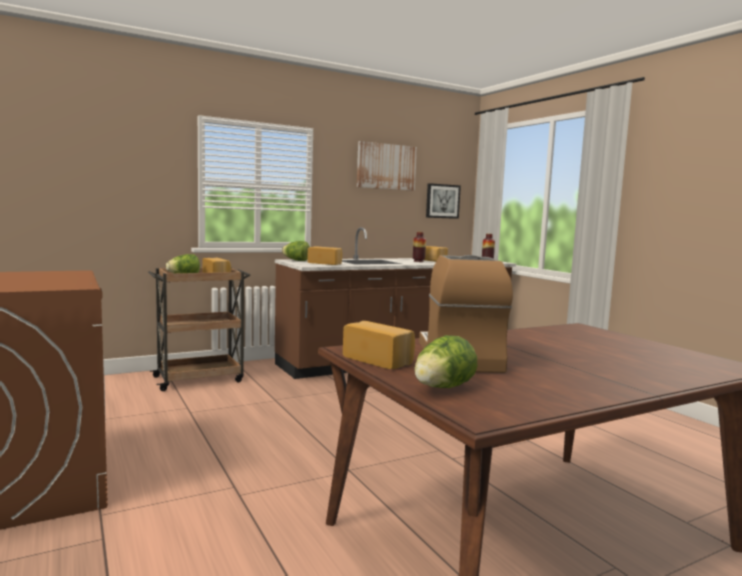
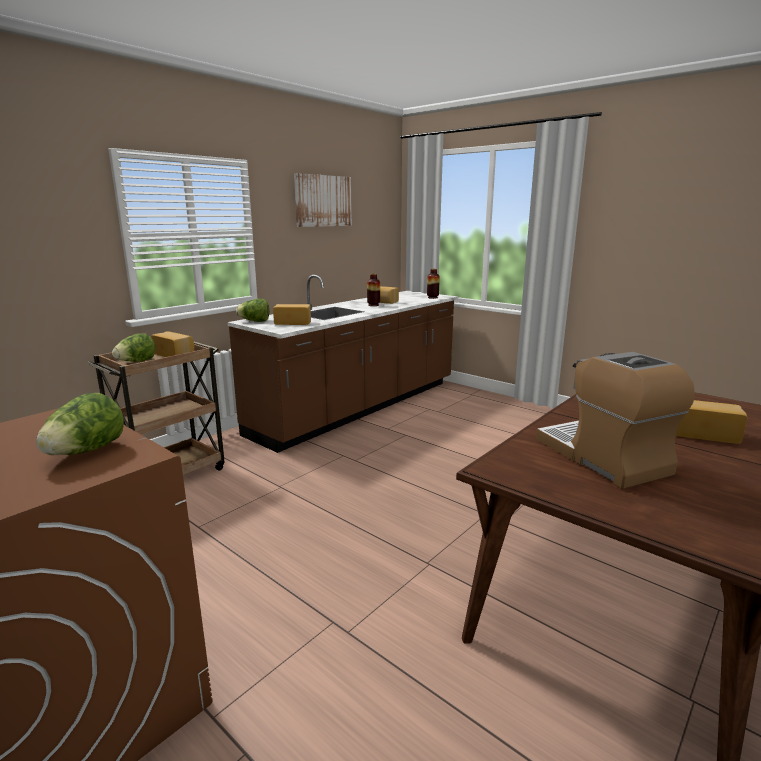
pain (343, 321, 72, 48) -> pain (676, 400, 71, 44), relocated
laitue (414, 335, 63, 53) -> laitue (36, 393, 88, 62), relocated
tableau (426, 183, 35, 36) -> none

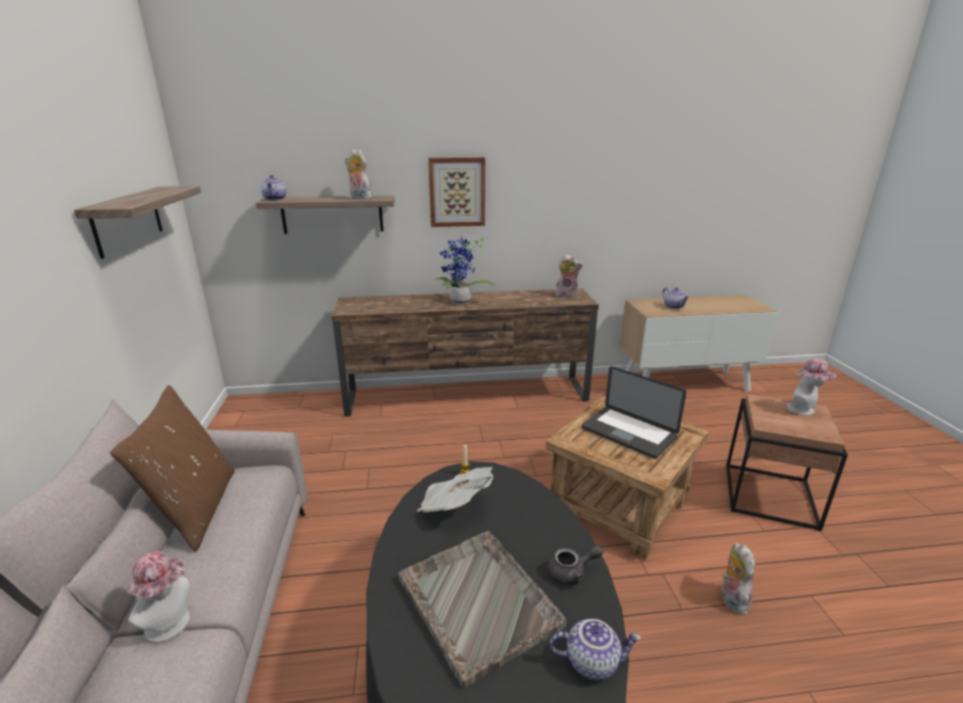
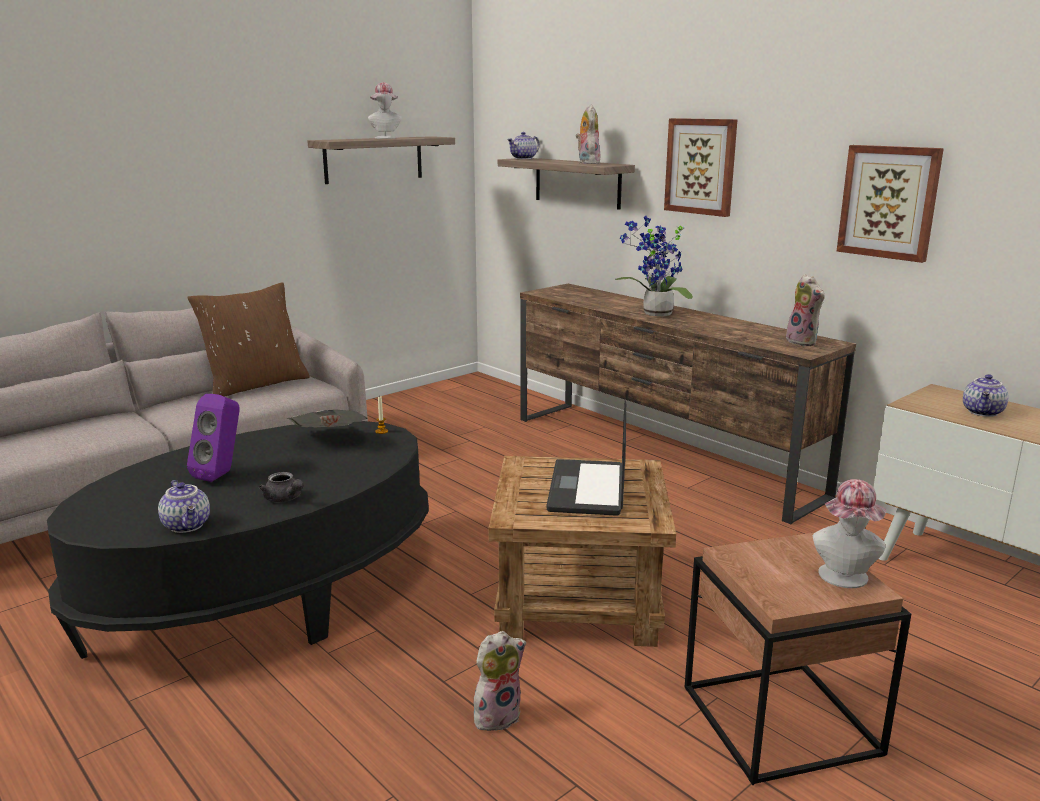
chapeau (127, 551, 63, 92) -> chapeau (368, 83, 34, 56), relocated
plateau [gris] (398, 531, 169, 157) -> enceinte [violet] (187, 394, 53, 88)
none -> tableau (837, 145, 107, 118)

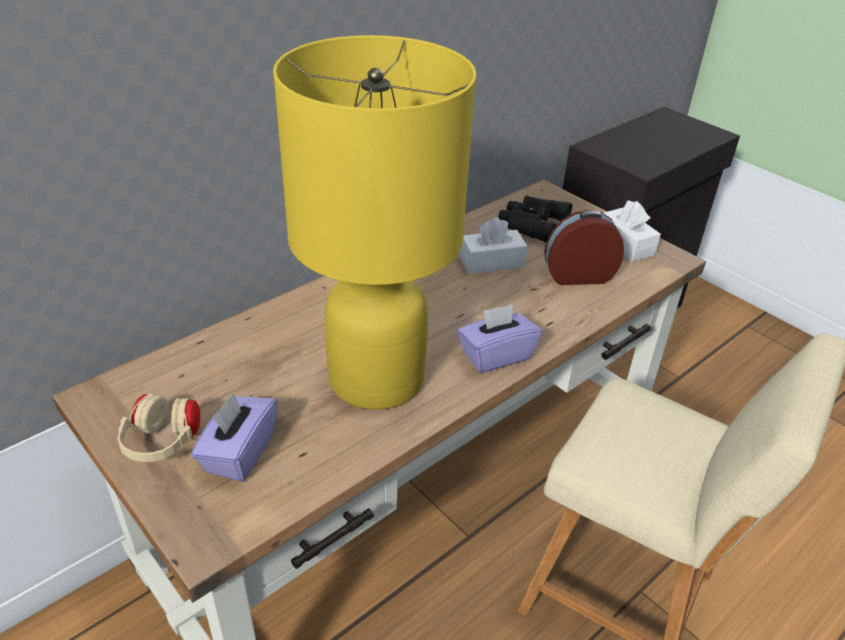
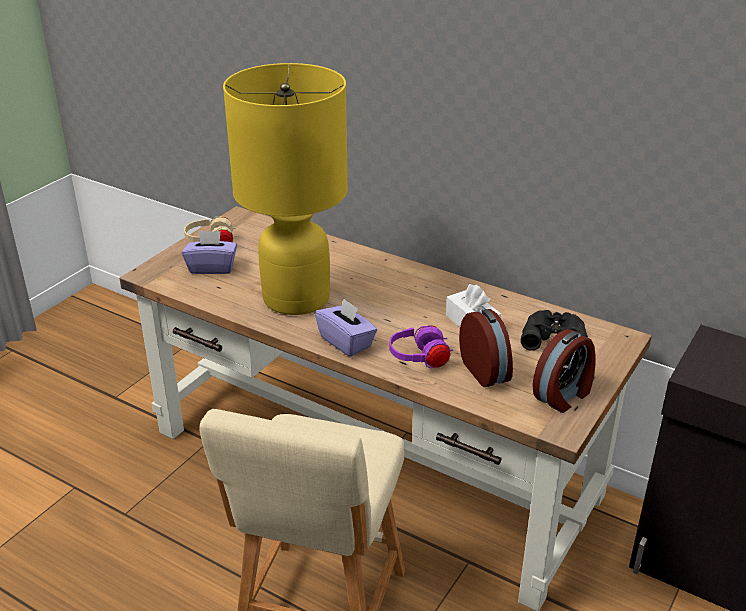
boîte à mouchoirs [blanc] (604, 201, 57, 61) -> réveil (532, 329, 64, 84)
none -> casque audio [violet] (389, 325, 64, 43)

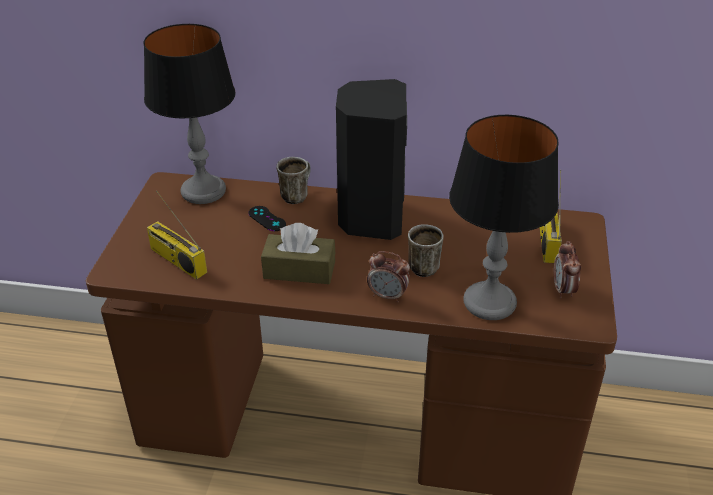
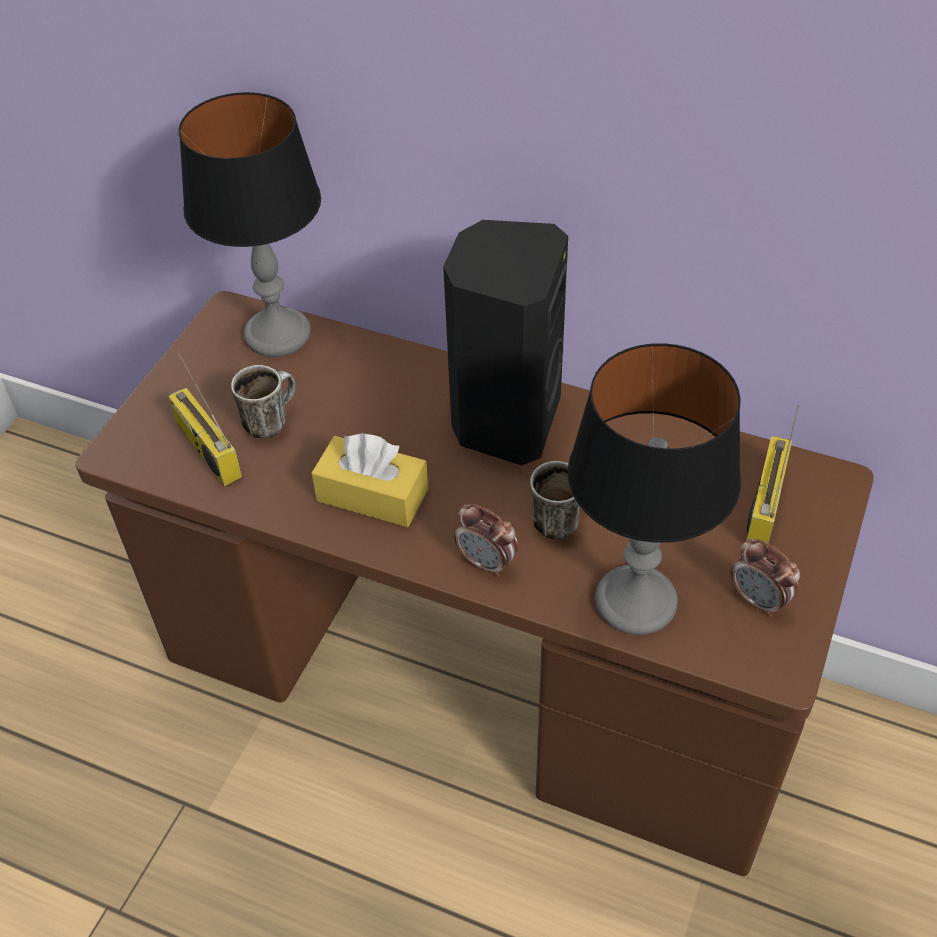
manette [noir] (248, 206, 38, 25) -> none
boîte à mouchoirs [marron] (261, 223, 74, 61) -> boîte à mouchoirs [jaune] (312, 433, 116, 94)
mug (276, 157, 35, 47) -> mug (231, 365, 64, 74), relocated
réveil (554, 241, 27, 58) -> réveil (731, 539, 69, 78), 60 degrees counterclockwise

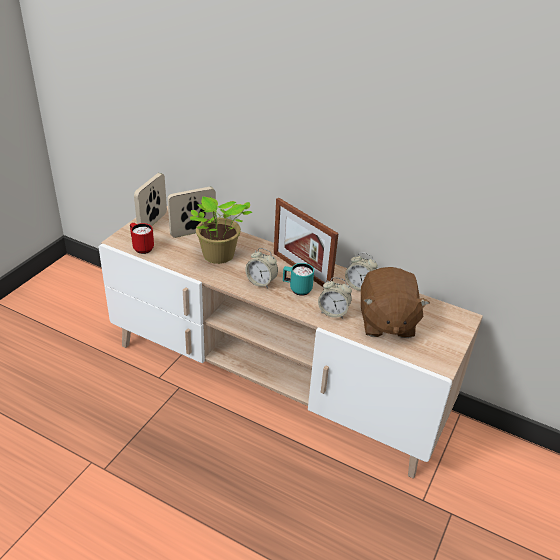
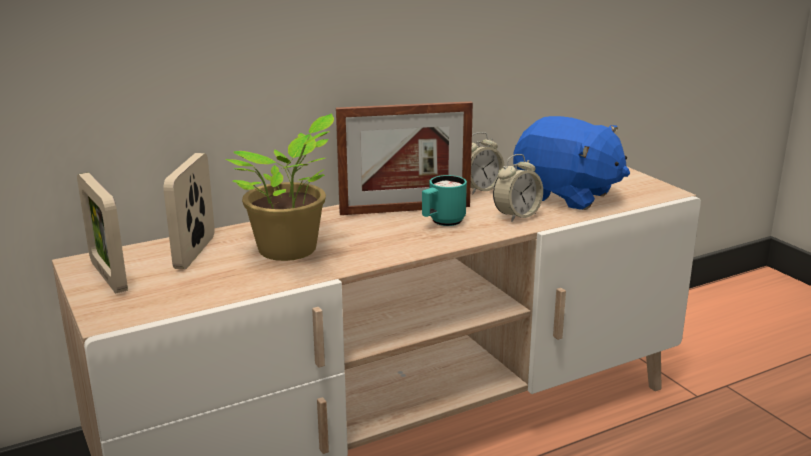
mug [rouge] (130, 223, 24, 31) -> none
réveil (245, 248, 33, 40) -> none
peluche [marron] (361, 267, 69, 71) -> peluche [bleu] (513, 116, 117, 94)

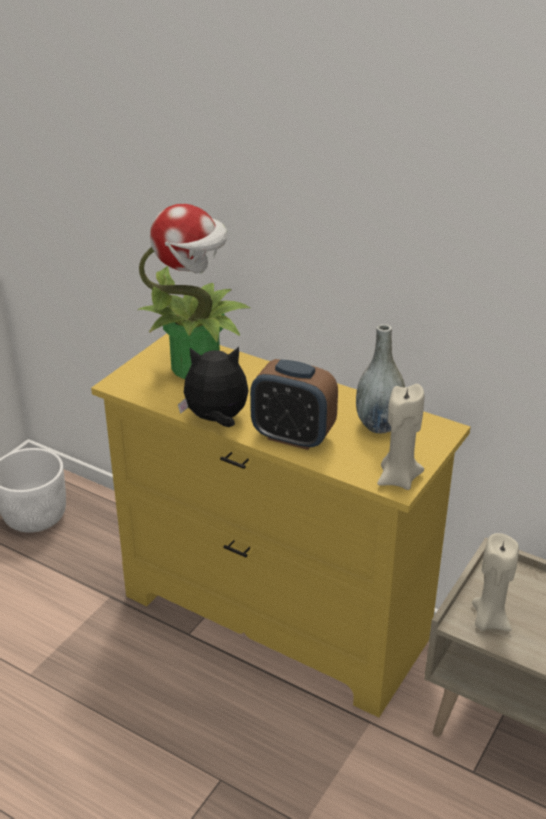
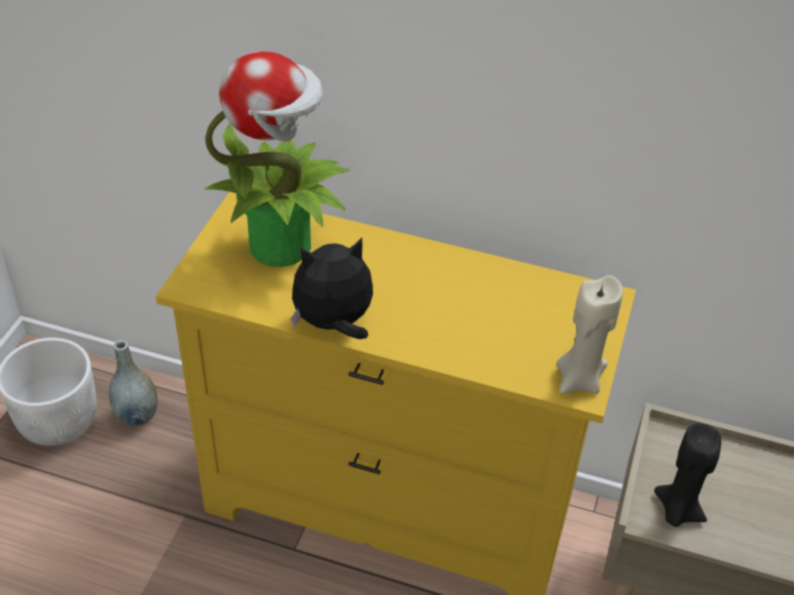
réveil (250, 359, 88, 91) -> none
vase [gris] (356, 324, 49, 109) -> vase [gris] (109, 340, 49, 86), relocated
bougie [beige] (472, 533, 47, 98) -> bougie [noir] (654, 423, 67, 104)

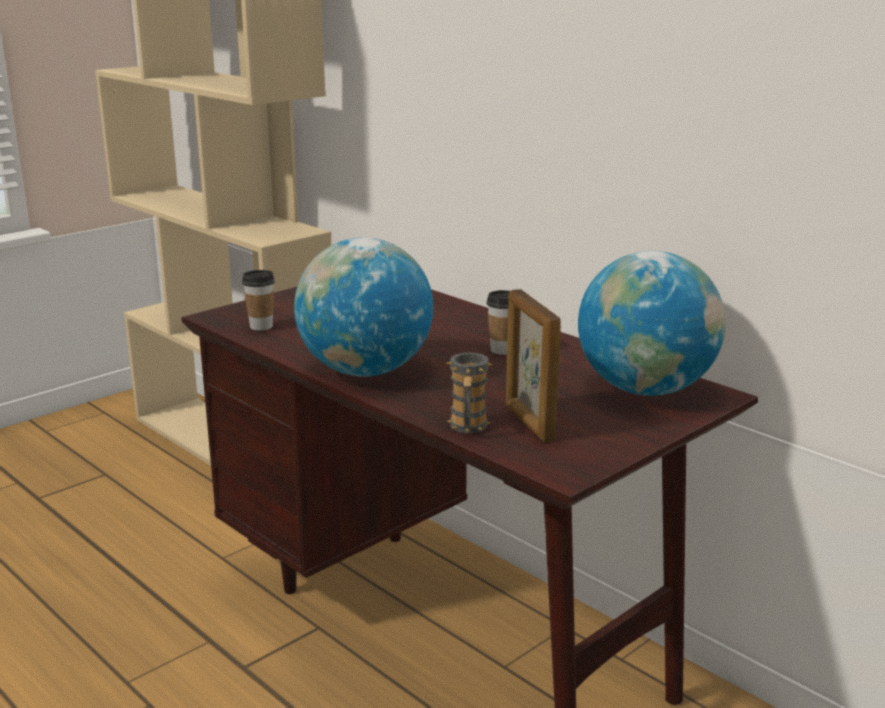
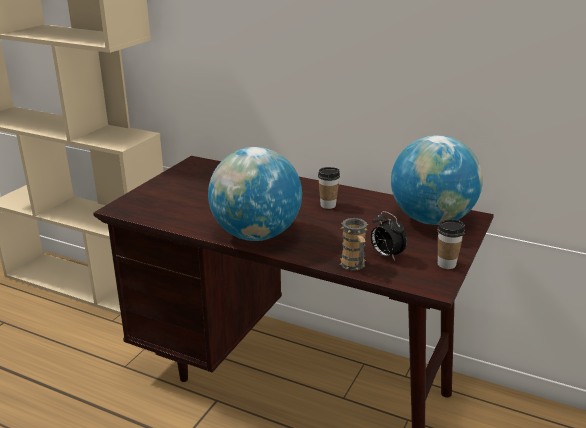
tasse (242, 270, 33, 61) -> tasse (438, 220, 27, 49), relocated
cadre photo (506, 289, 55, 153) -> réveil (371, 211, 36, 50)

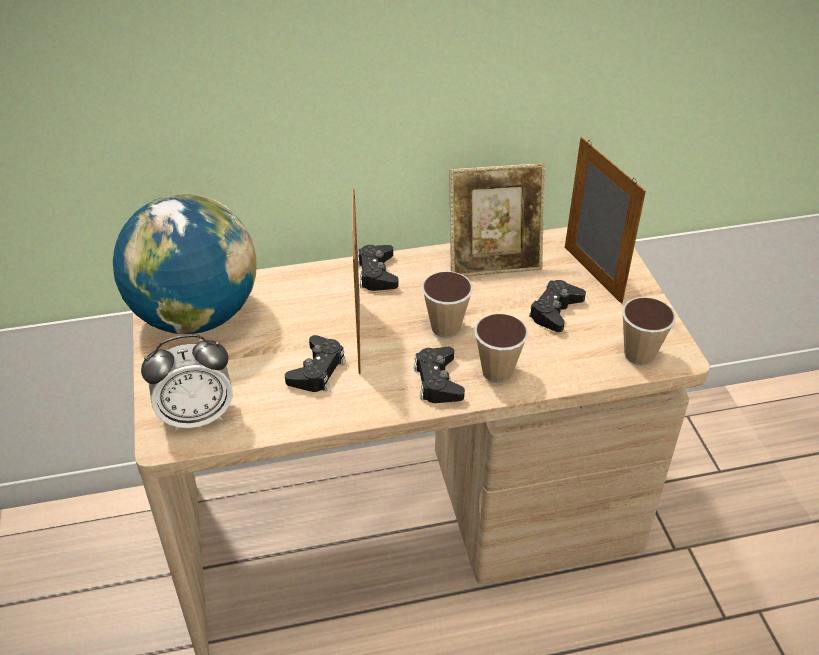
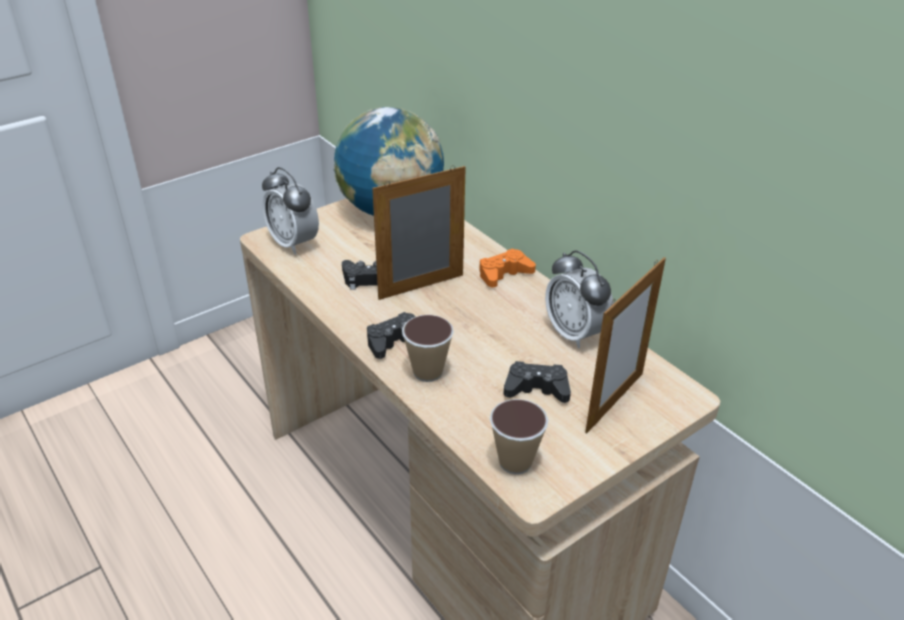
manette [noir] (358, 245, 40, 46) -> manette [orange] (479, 249, 57, 38)
tasse (422, 271, 51, 67) -> none
cadre photo (449, 163, 97, 114) -> réveil (545, 250, 69, 99)

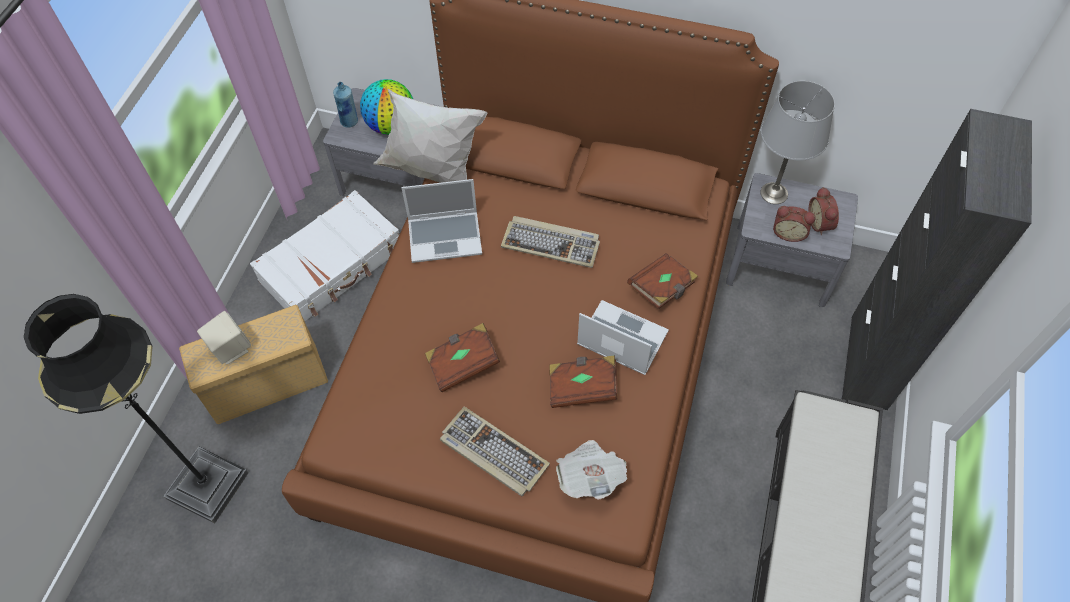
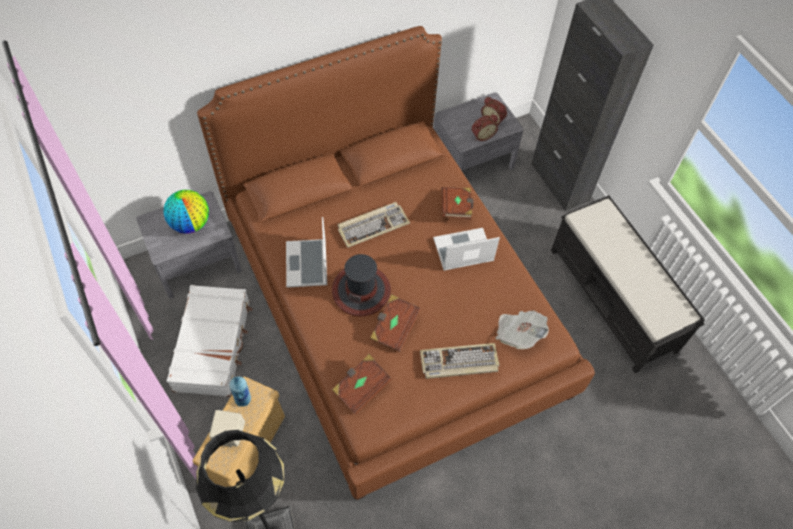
bouteille [bleu] (333, 82, 25, 46) -> bouteille [bleu] (229, 376, 22, 31), relocated
coussin [blanc] (373, 89, 115, 94) -> none
ordinateur portable (401, 179, 81, 84) -> ordinateur portable (286, 217, 41, 71), 135 degrees clockwise
livre [marron] (549, 355, 69, 53) -> livre [marron] (332, 354, 60, 61), relocated
lampe de table [gris] (760, 81, 75, 123) -> none
none -> chapeau (332, 254, 59, 62)

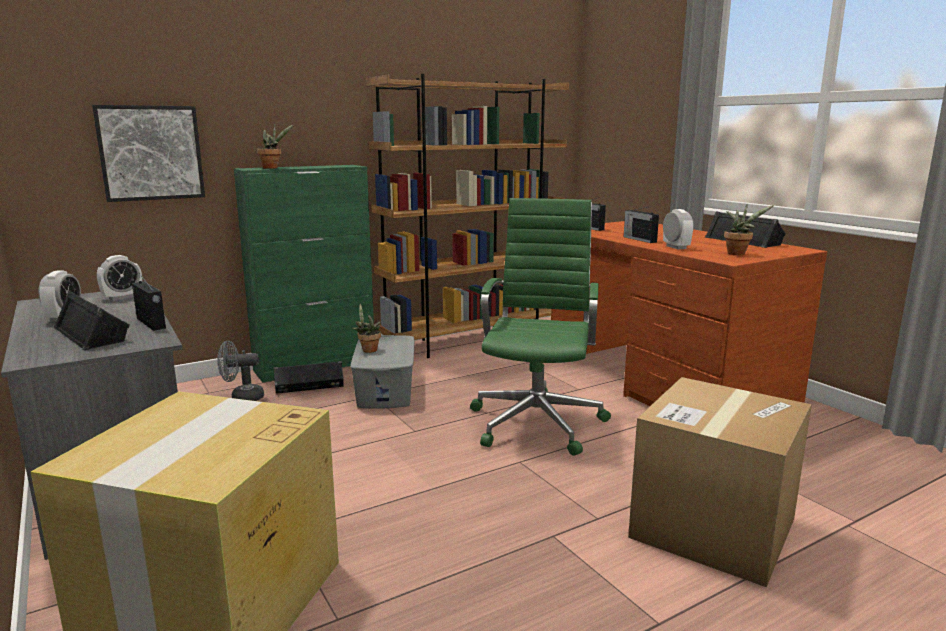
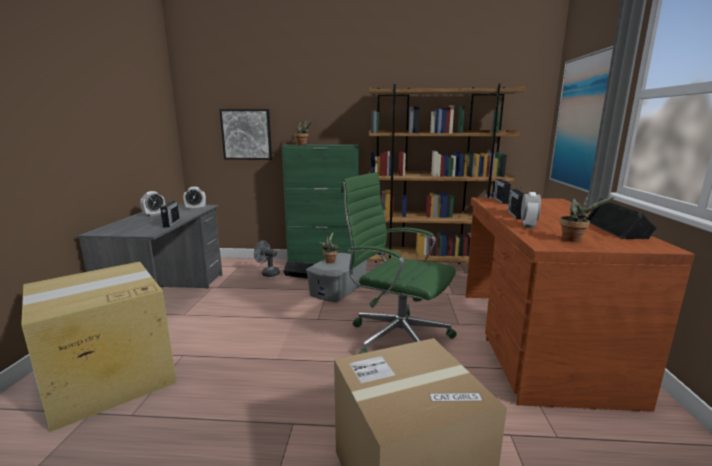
enceinte [noir] (54, 290, 76, 60) -> none
chaise de bureau [vert] (470, 198, 141, 258) -> chaise de bureau [vert] (341, 172, 116, 182), 105 degrees counterclockwise
none -> tableau (549, 45, 65, 148)

